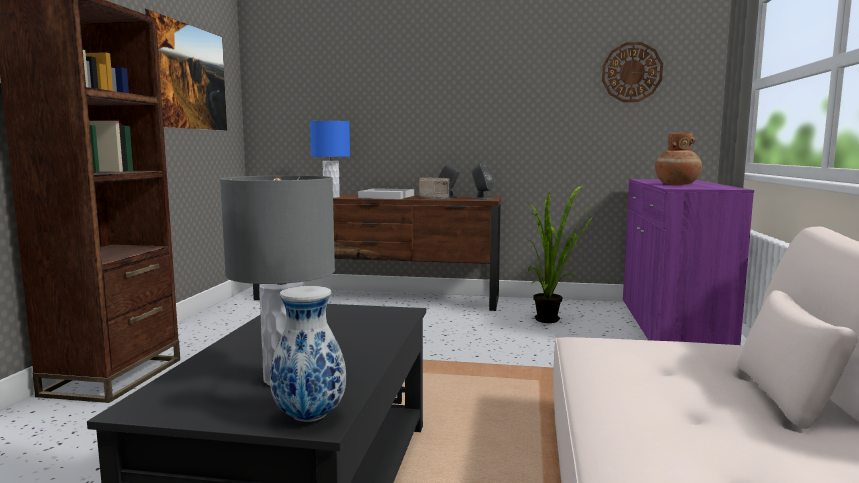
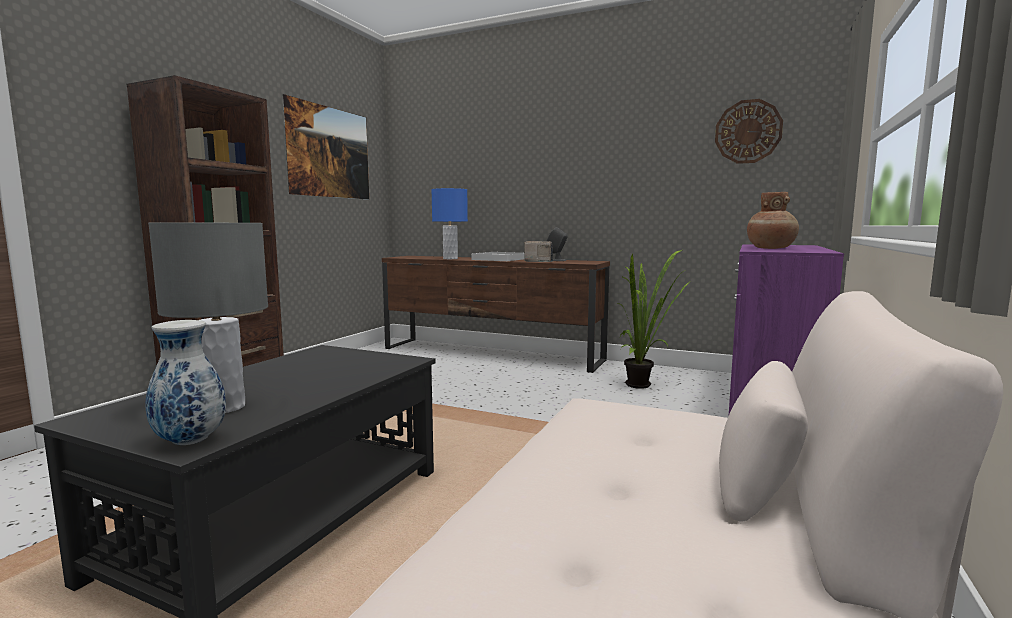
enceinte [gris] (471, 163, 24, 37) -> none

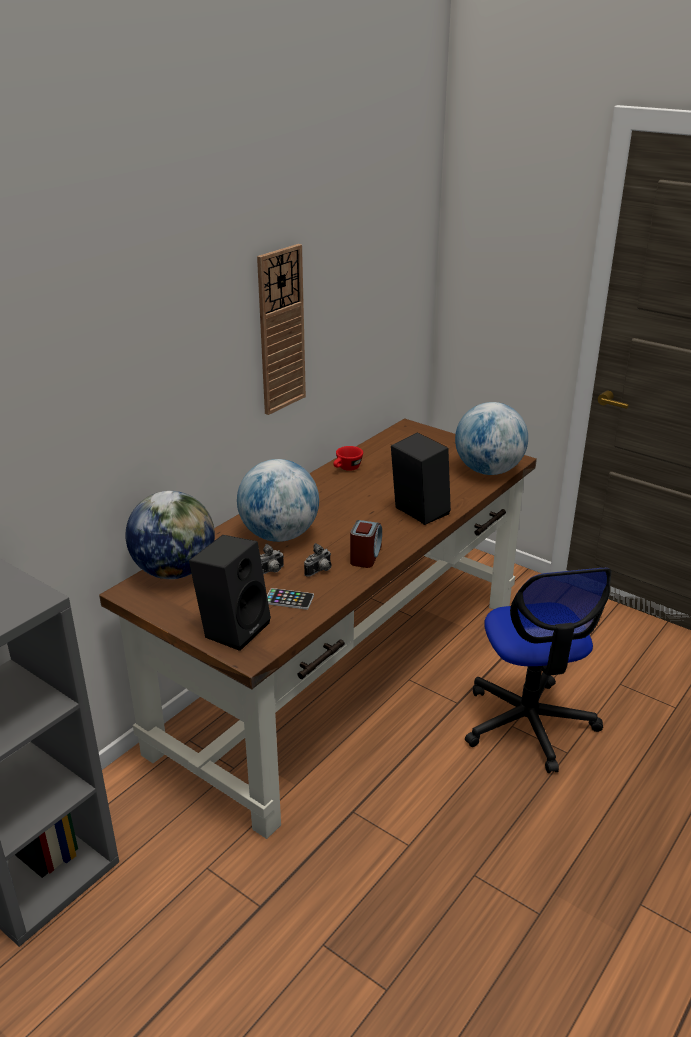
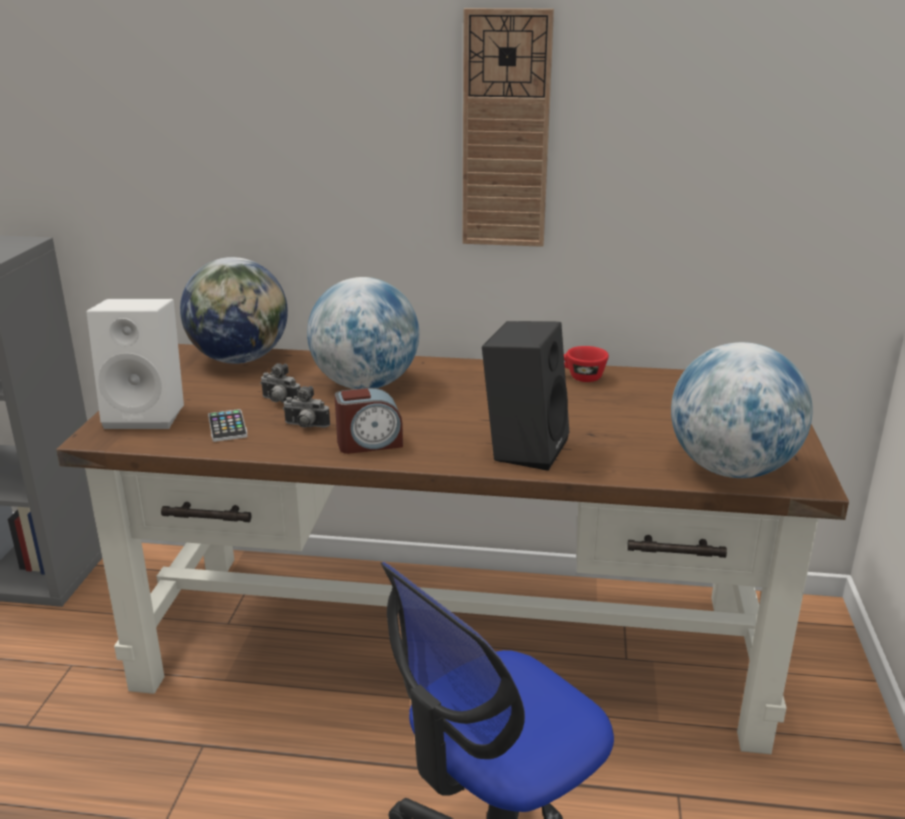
enceinte [noir] (189, 535, 82, 116) -> enceinte [blanc] (86, 299, 98, 130)

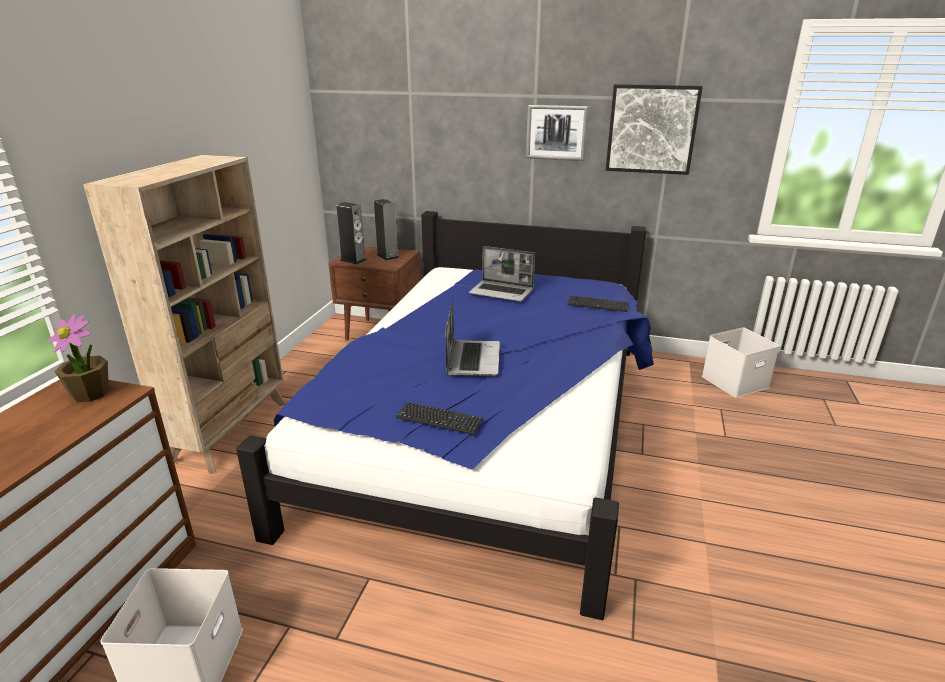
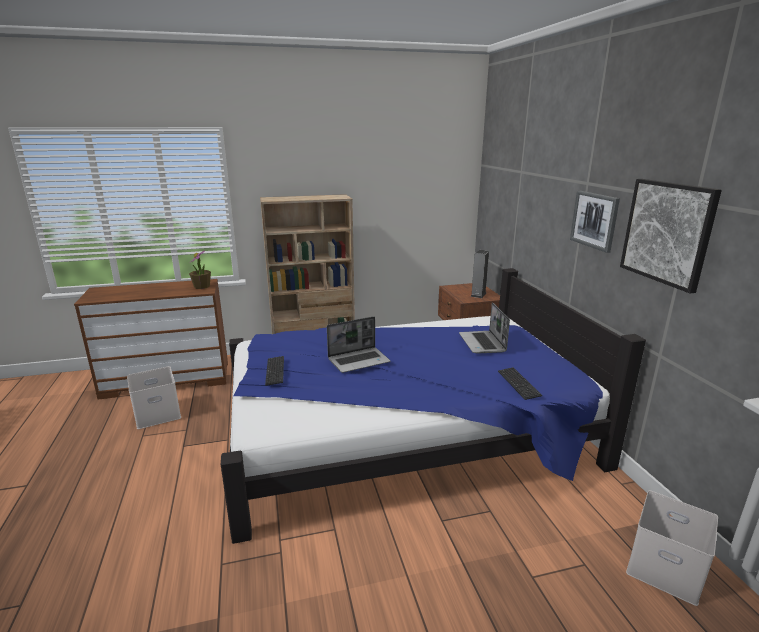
enceinte (336, 202, 30, 62) -> none

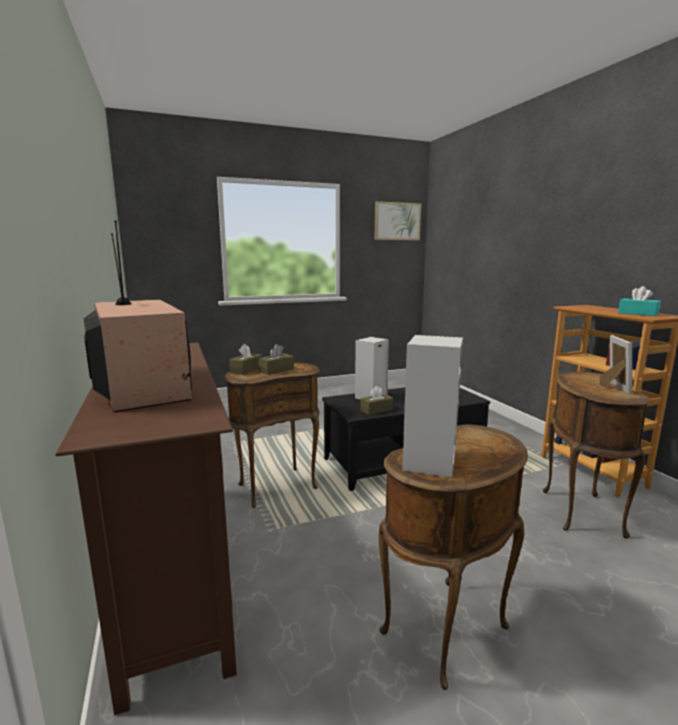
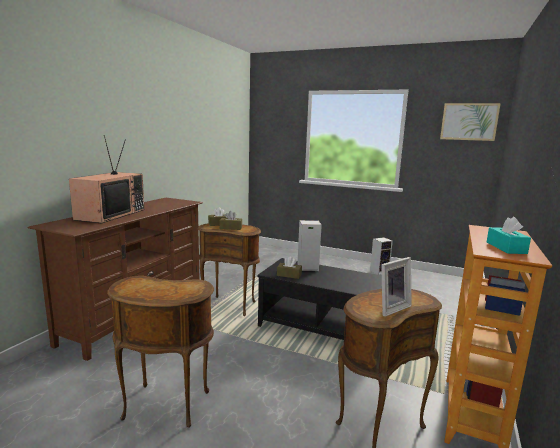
enceinte (402, 335, 61, 143) -> enceinte (370, 237, 23, 38), relocated

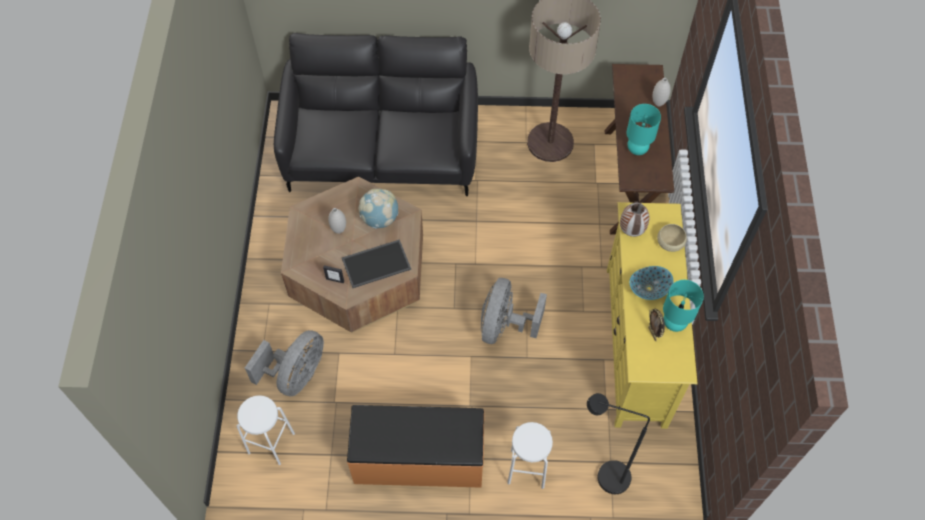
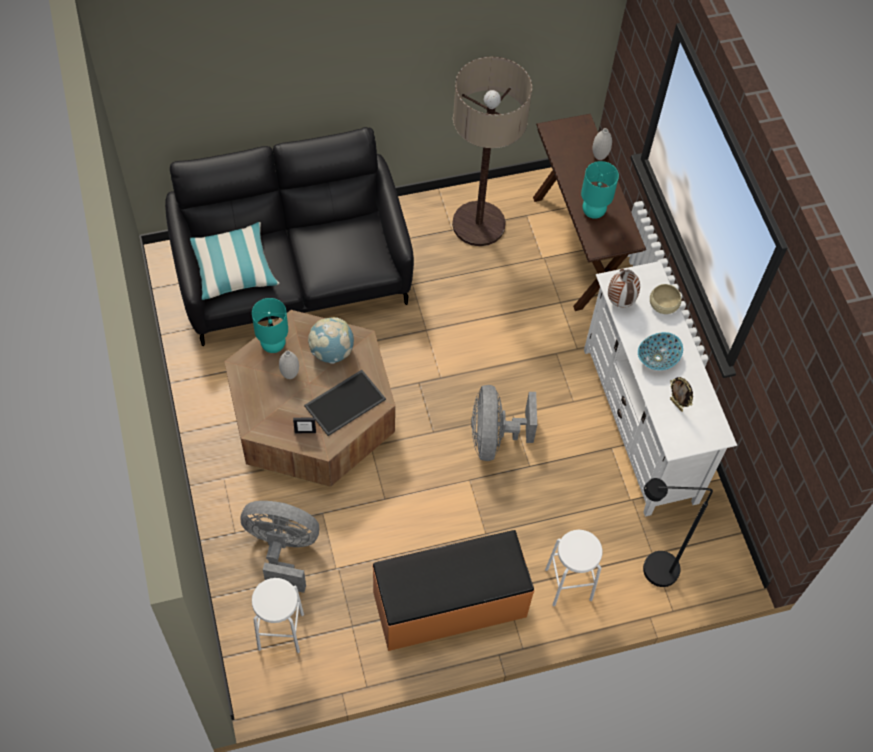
ventilateur [gris] (245, 330, 79, 66) -> ventilateur [gris] (241, 501, 78, 92), 90 degrees counterclockwise
meuble télé [jaune] (607, 202, 91, 227) -> meuble télé [blanc] (584, 261, 153, 256)
lampe de table [turquoise] (663, 280, 41, 52) -> lampe de table [turquoise] (252, 298, 36, 55), relocated
none -> coussin (190, 222, 90, 78)

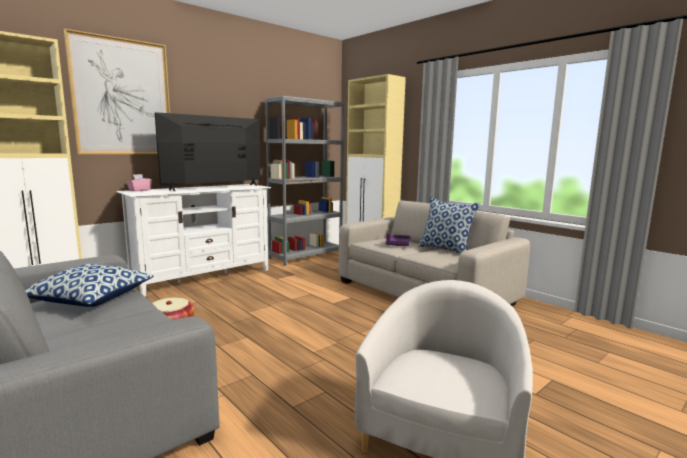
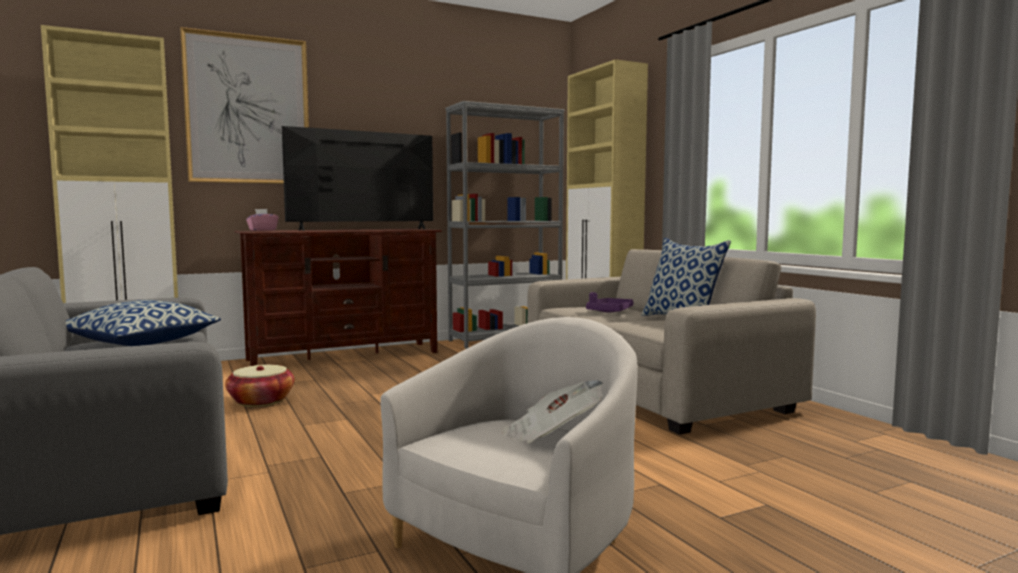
meuble télé [blanc] (116, 184, 155, 112) -> meuble télé [marron] (234, 229, 208, 137)
none -> journal (501, 380, 102, 64)

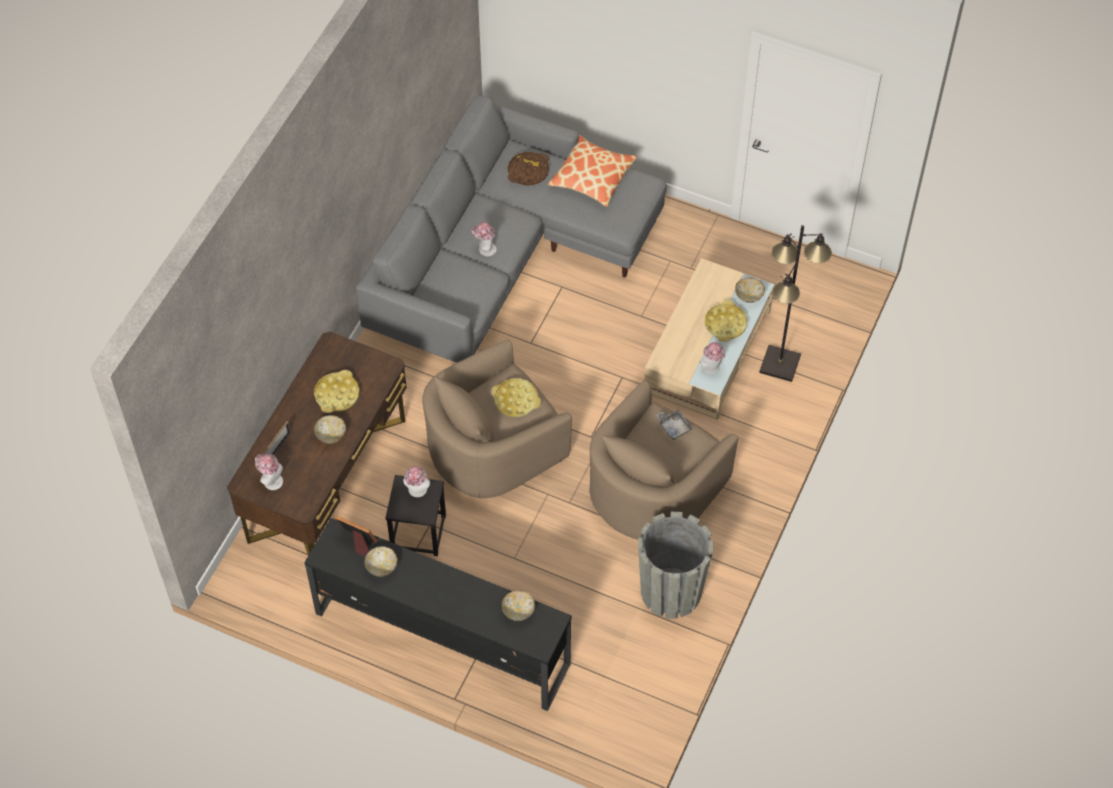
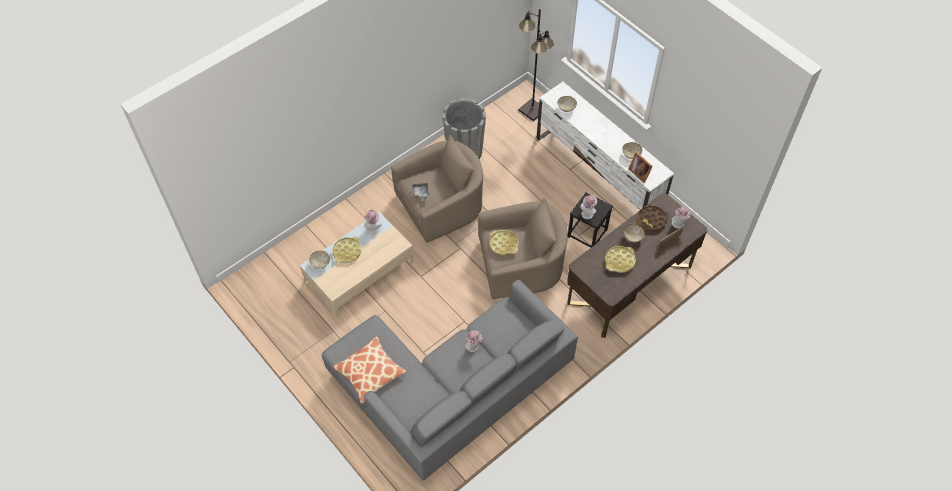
meuble télé [noir] (304, 518, 268, 193) -> meuble télé [blanc] (536, 82, 138, 128)
plateau [marron] (508, 152, 41, 33) -> plateau [marron] (635, 206, 34, 25), relocated
lampadaire [noir] (759, 225, 73, 157) -> lampadaire [noir] (518, 9, 36, 112), relocated

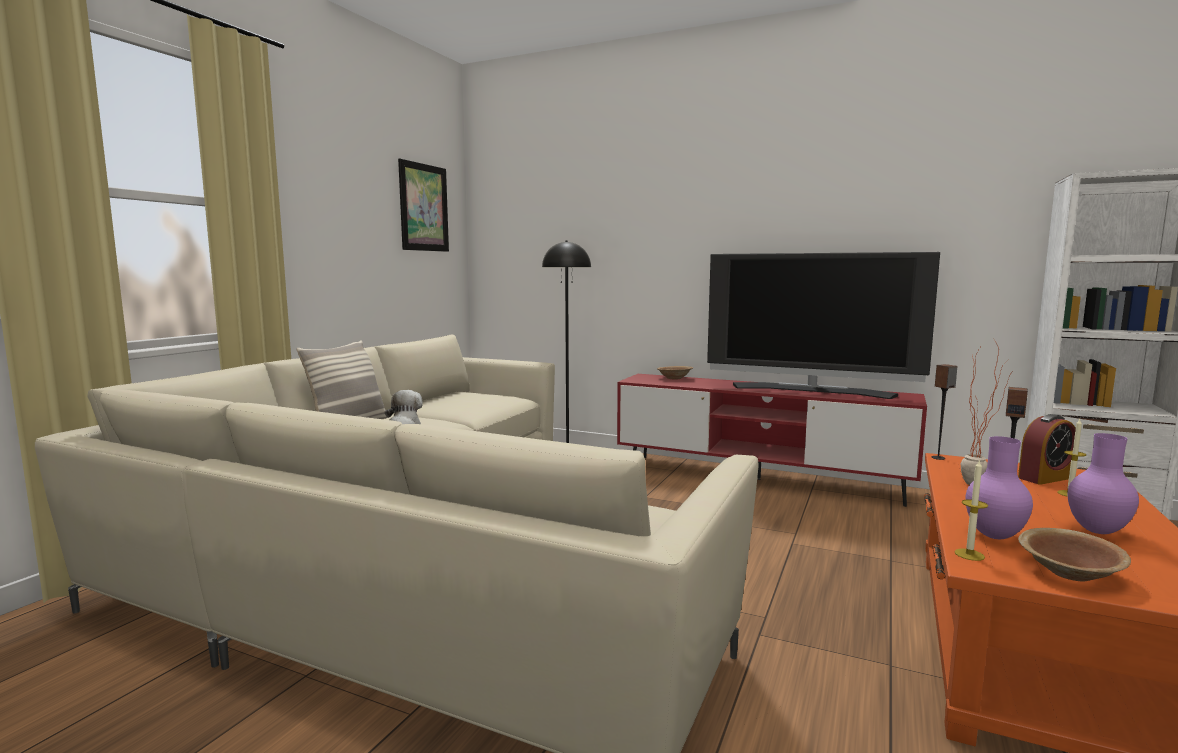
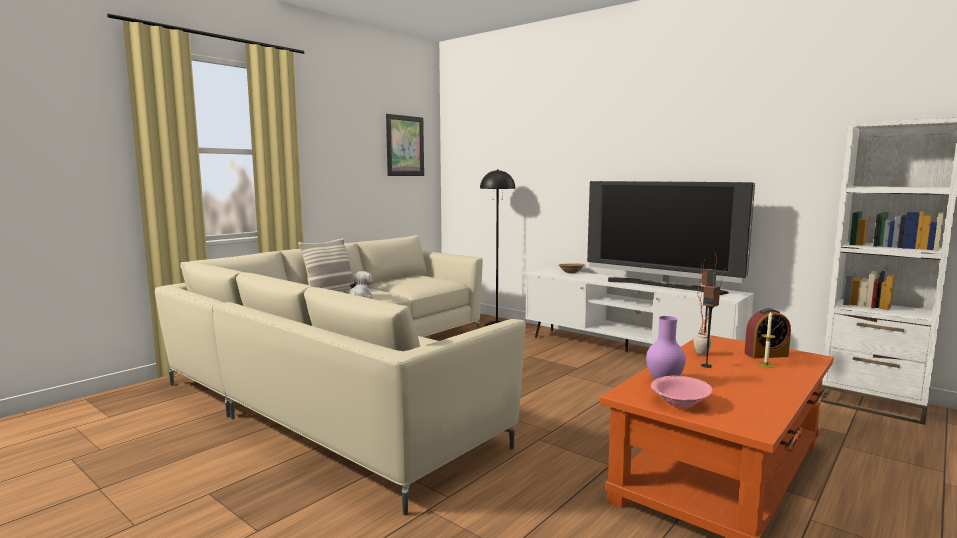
meuble télé [rouge] (617, 374, 310, 133) -> meuble télé [blanc] (526, 268, 228, 84)
bougie (954, 459, 34, 102) -> none
bol [marron] (1018, 528, 113, 53) -> bol [rose] (651, 376, 62, 32)
vase [violet] (1068, 433, 71, 101) -> none

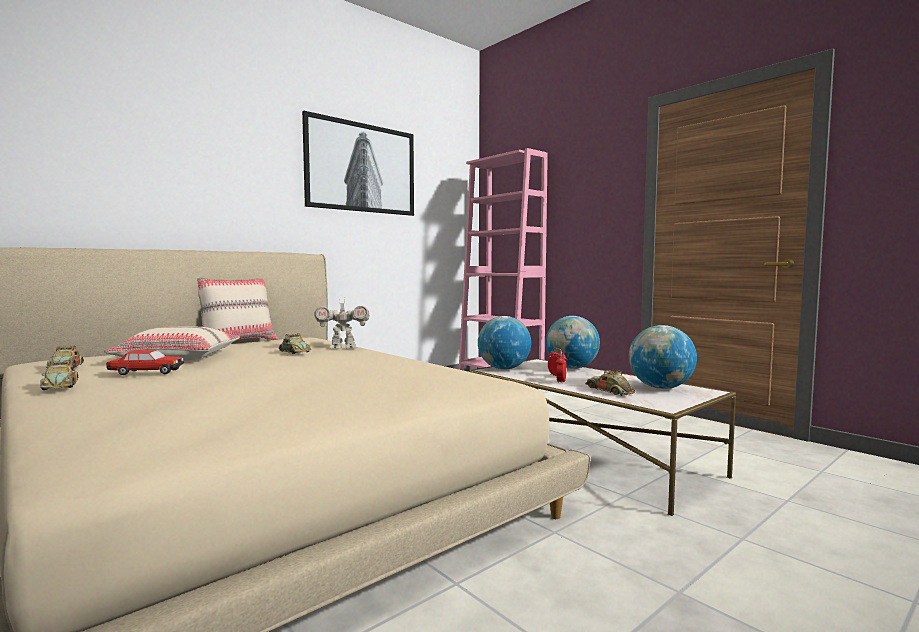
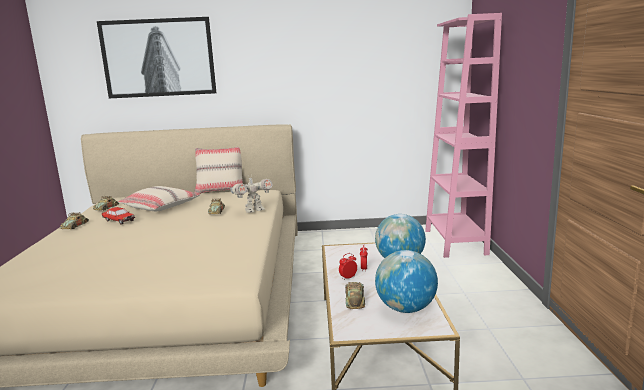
tableau (302, 111, 112, 105) -> tableau (97, 17, 119, 81), relocated
robot jouet (314, 298, 56, 51) -> robot jouet (230, 174, 43, 39), 60 degrees counterclockwise
globe (478, 316, 53, 54) -> none

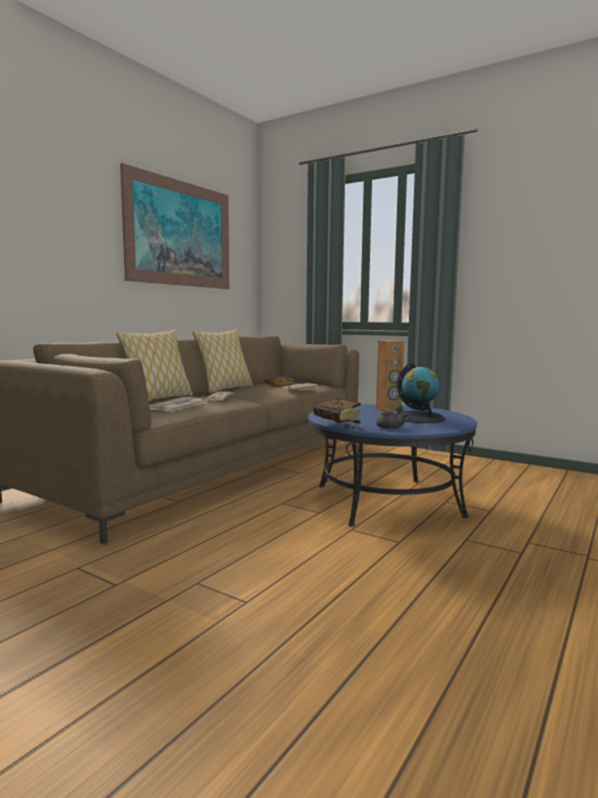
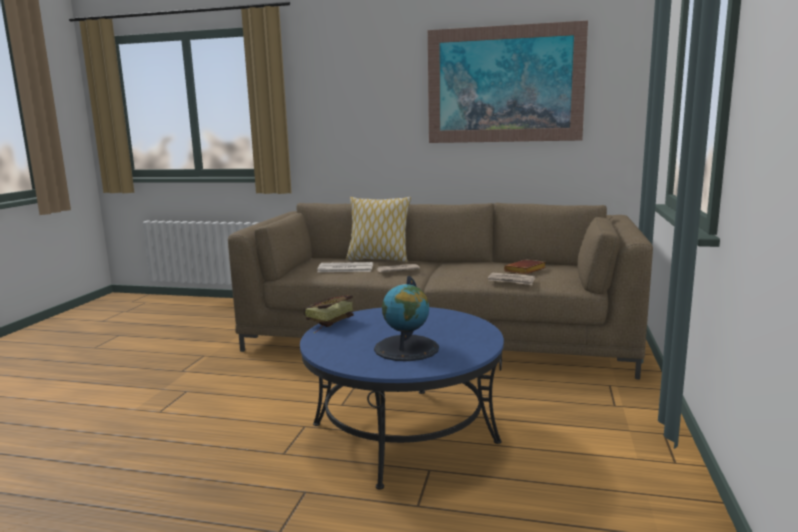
coussin (192, 330, 61, 63) -> none
enceinte [marron] (376, 340, 28, 71) -> none
théière [gris] (376, 404, 32, 25) -> none

